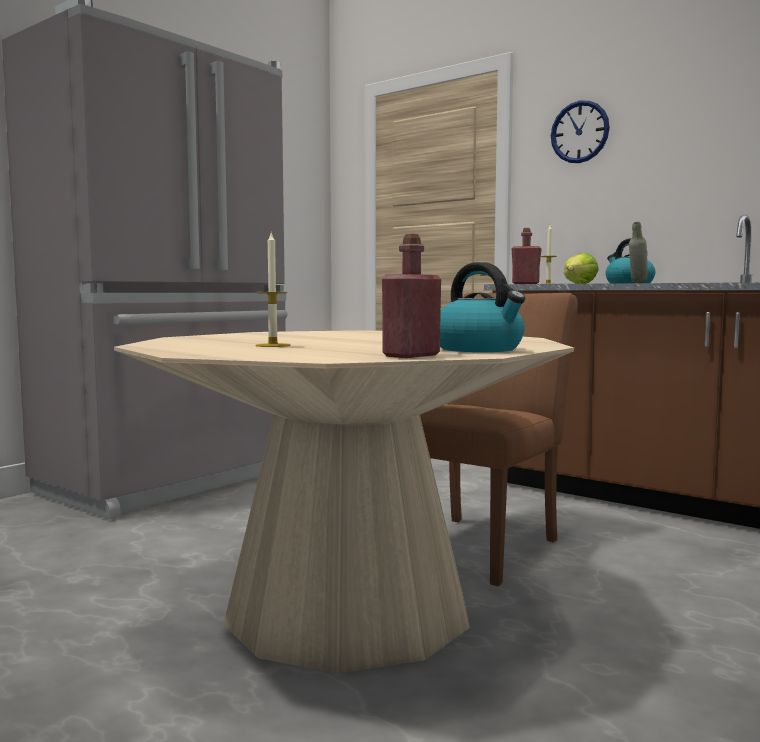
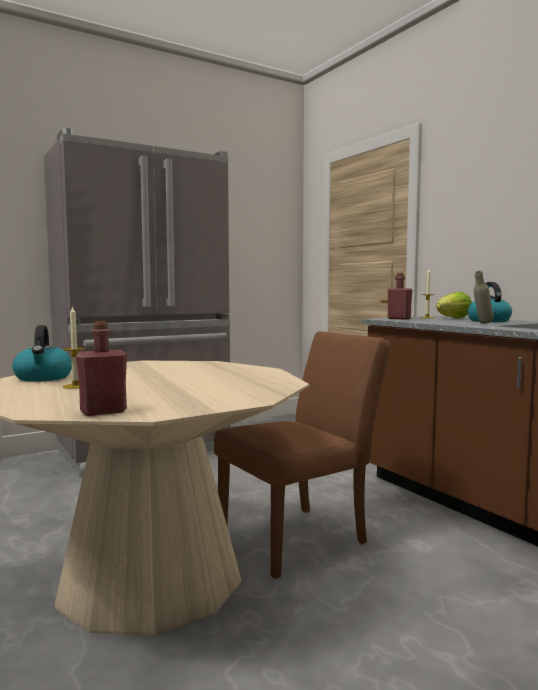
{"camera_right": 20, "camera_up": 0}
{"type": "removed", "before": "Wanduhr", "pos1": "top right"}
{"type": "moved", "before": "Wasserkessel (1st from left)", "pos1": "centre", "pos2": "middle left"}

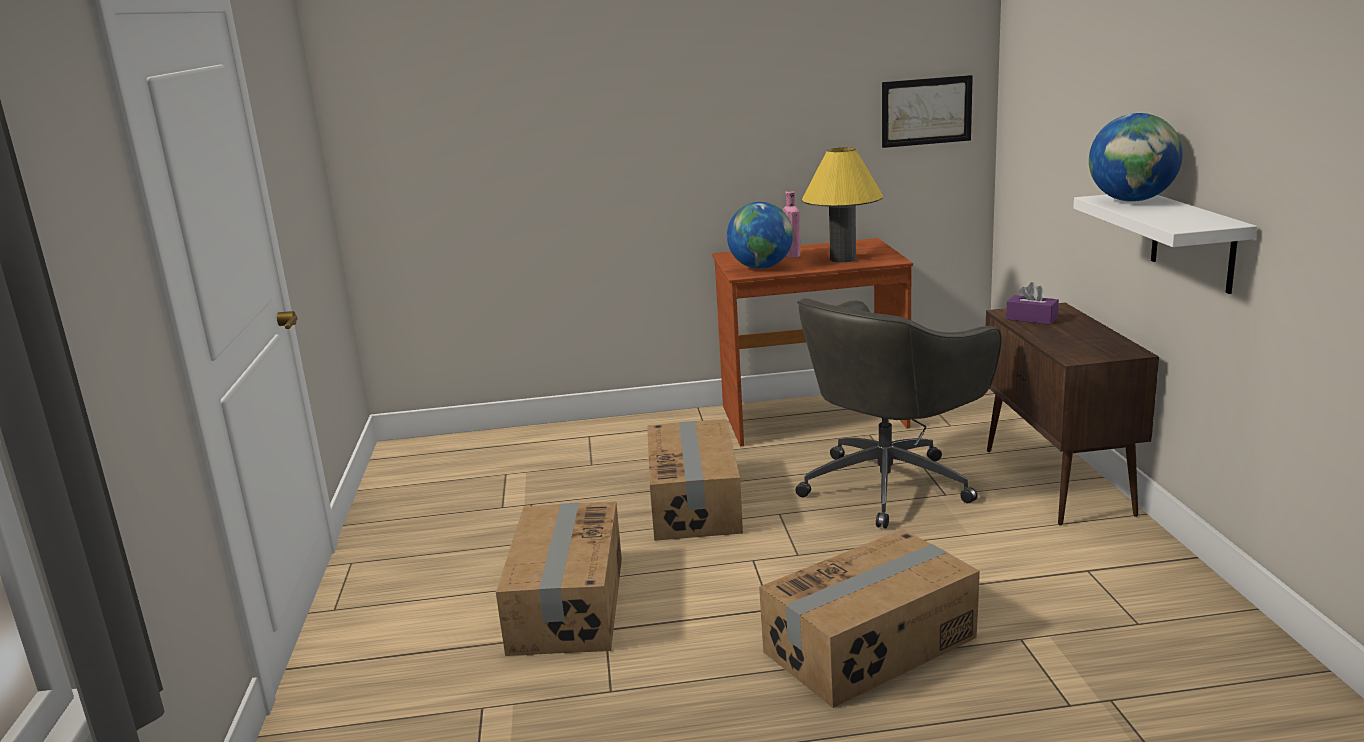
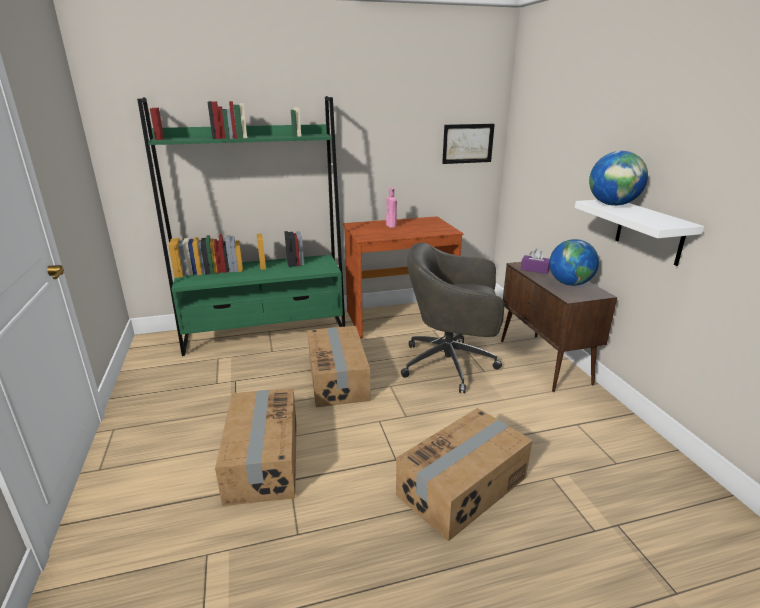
{"camera_right": -10, "camera_up": 5}
{"type": "removed", "before": "Tischlampe/gelb", "pos1": "top centre"}
{"type": "moved", "before": "Globus (1st from left)", "pos1": "top centre", "pos2": "middle right"}
{"type": "turned", "before": "Bürostuhl/grau", "pos1": "centre", "pos2": "centre", "turn": 60}
{"type": "added", "after": "Bücherregal/grün", "pos2": "middle left"}

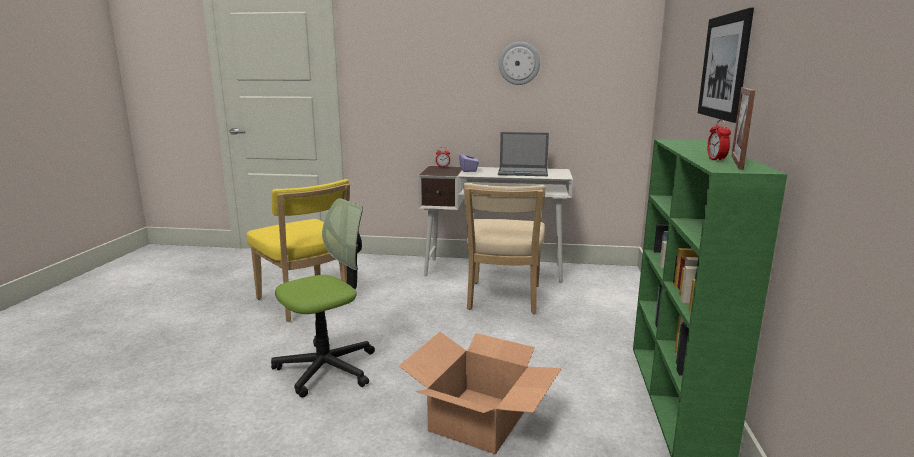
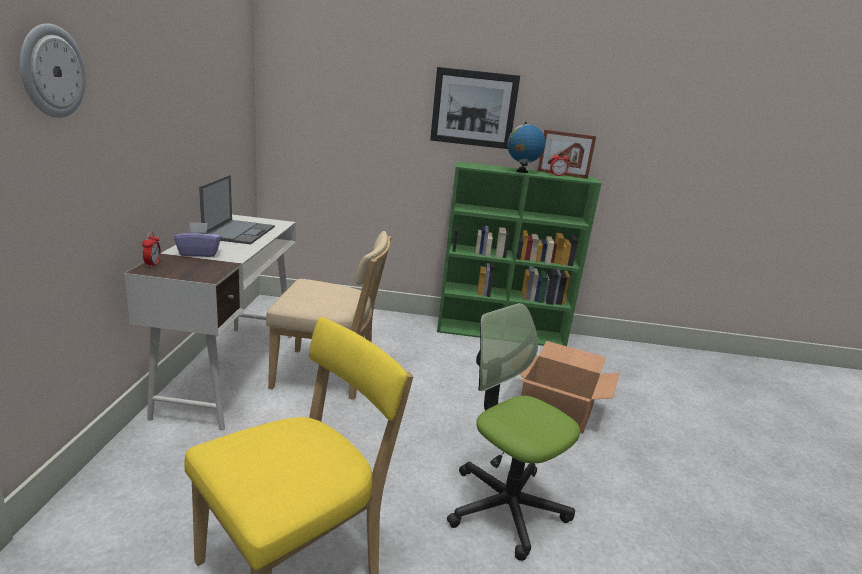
{"camera_right": -95, "camera_up": 5}
{"type": "moved", "before": "Wanduhr", "pos1": "top centre", "pos2": "top left"}
{"type": "added", "after": "Globus", "pos2": "top centre"}

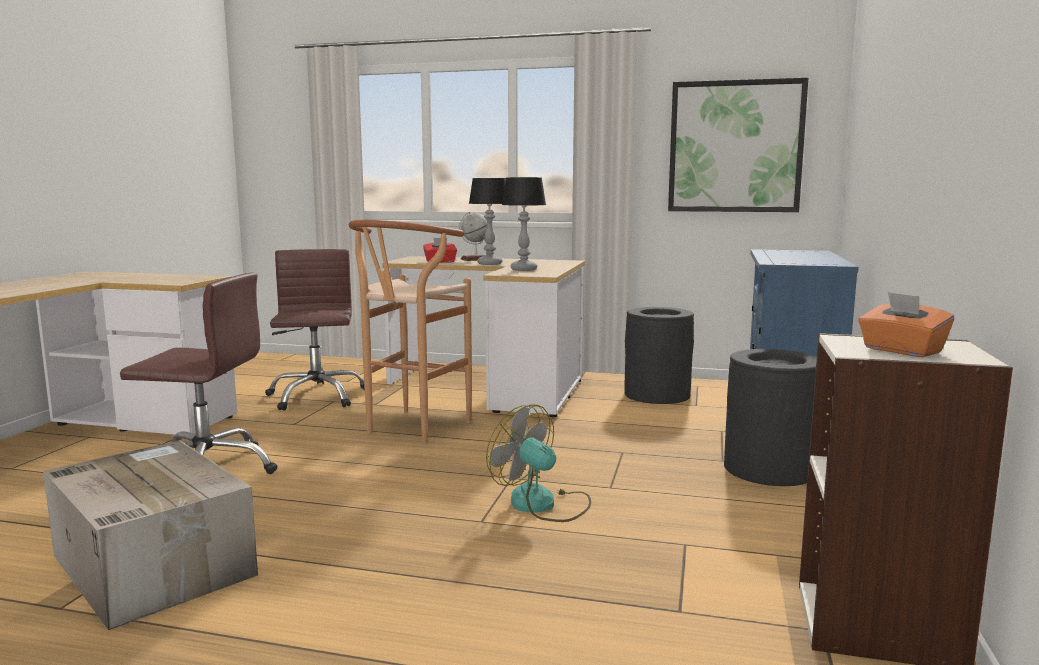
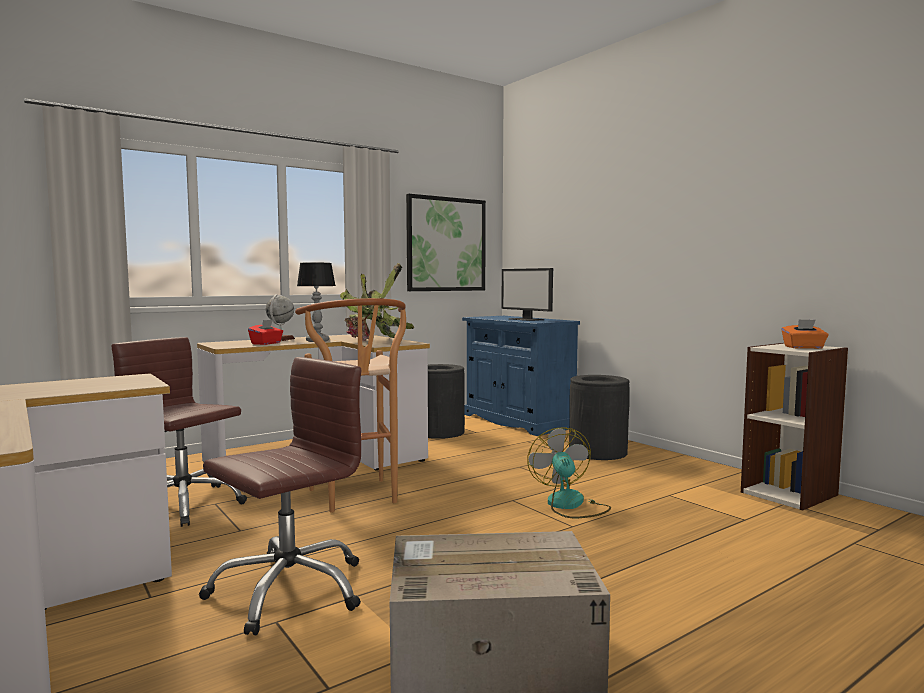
{"camera_right": -50, "camera_up": -5}
{"type": "replaced", "before": "Tischlampe (2nd from left)", "after": "Topfpflanze", "pos1": "centre", "pos2": "centre"}
{"type": "turned", "before": "Ventilator", "pos1": "bottom centre", "pos2": "bottom centre", "turn": 90}
{"type": "added", "after": "Monitor", "pos2": "centre"}

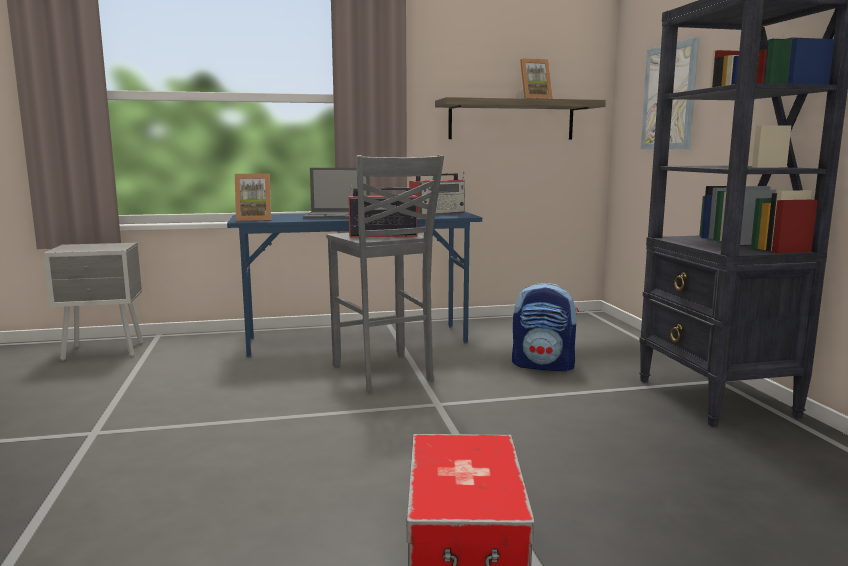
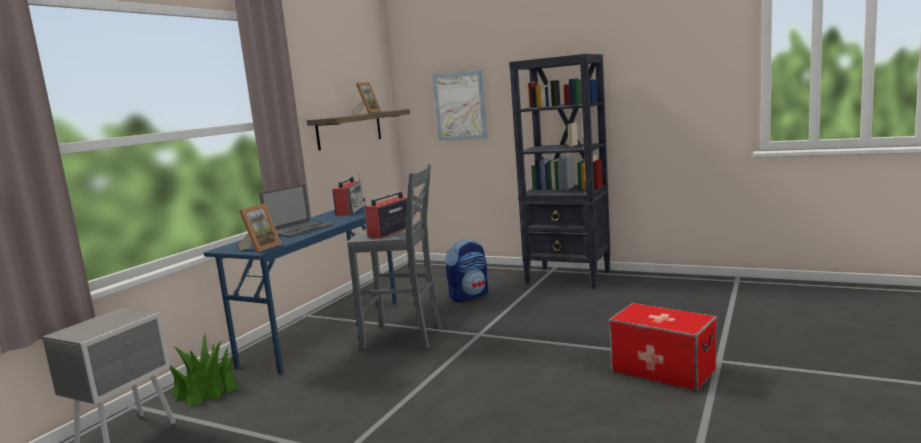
{"camera_right": -50, "camera_up": 0}
{"type": "added", "after": "Topfpflanze", "pos2": "bottom left"}

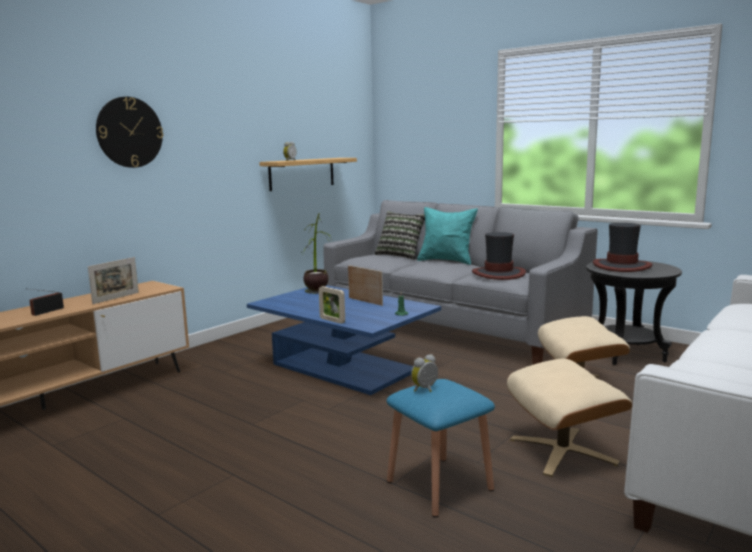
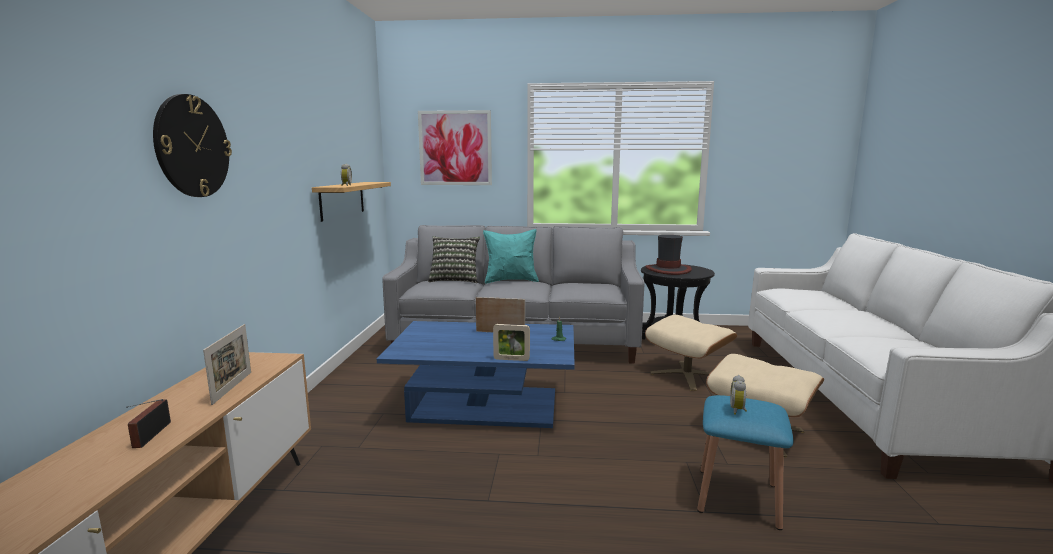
{"camera_right": -35, "camera_up": 0}
{"type": "removed", "before": "Topfpflanze", "pos1": "centre"}
{"type": "removed", "before": "Hut (1st from left)", "pos1": "centre"}
{"type": "added", "after": "Bild", "pos2": "top centre"}

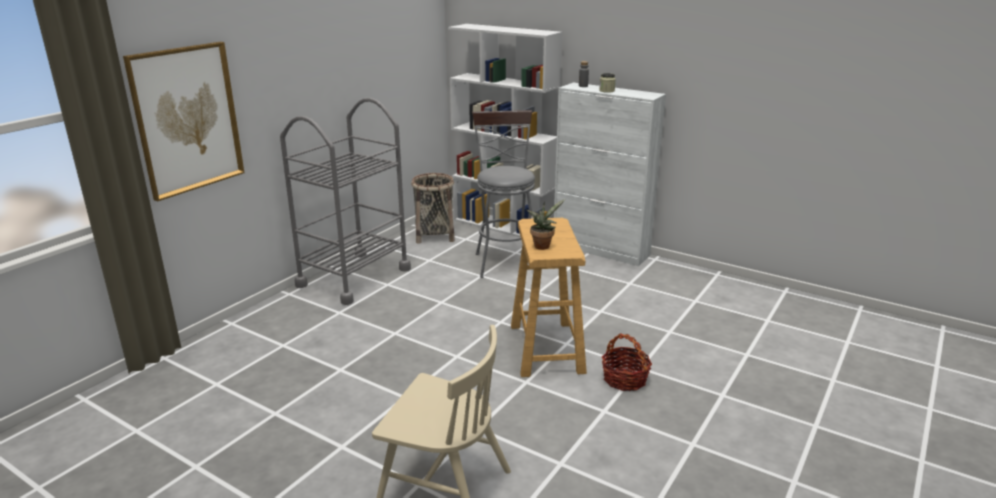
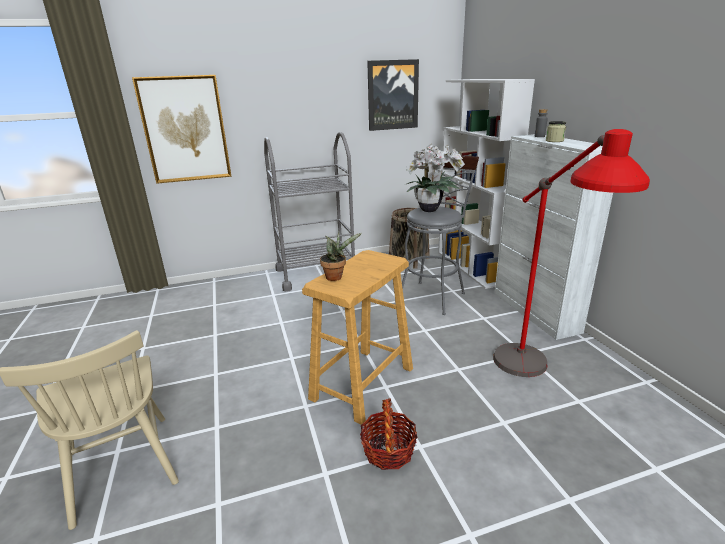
{"camera_right": 40, "camera_up": 0}
{"type": "added", "after": "Bild (2nd from left)", "pos2": "top centre"}
{"type": "added", "after": "Stehlampe/rot", "pos2": "middle right"}
{"type": "added", "after": "Topfpflanze (2nd from left)", "pos2": "top centre"}

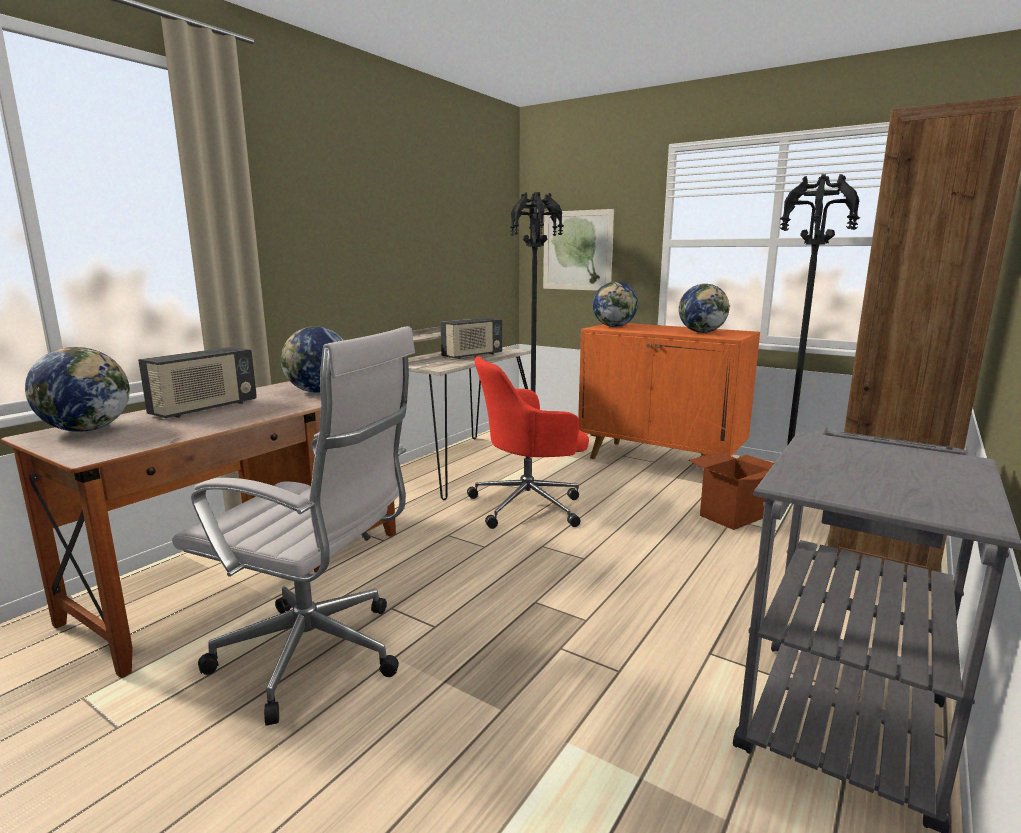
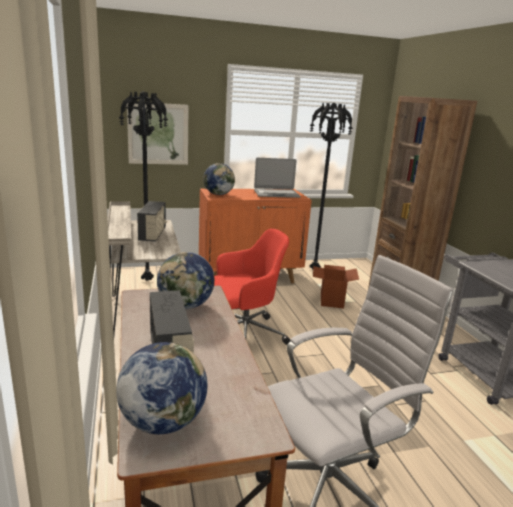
{"camera_right": -50, "camera_up": 5}
{"type": "replaced", "before": "Globus (4th from left)", "after": "Laptop", "pos1": "middle right", "pos2": "centre"}
{"type": "turned", "before": "Bürostuhl/rot", "pos1": "centre", "pos2": "centre", "turn": -135}

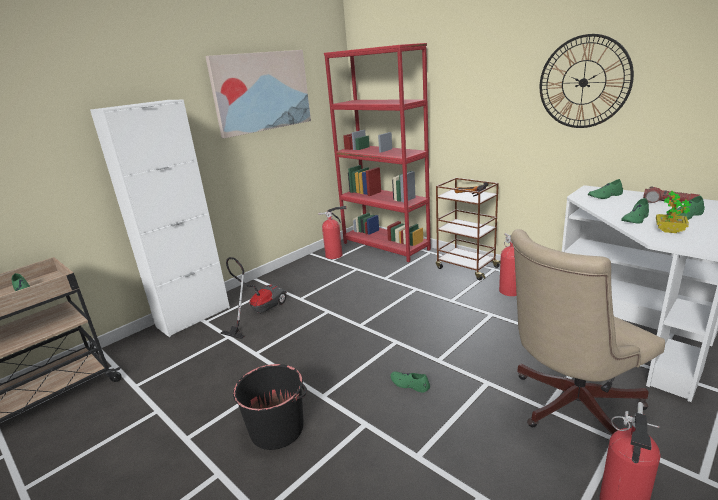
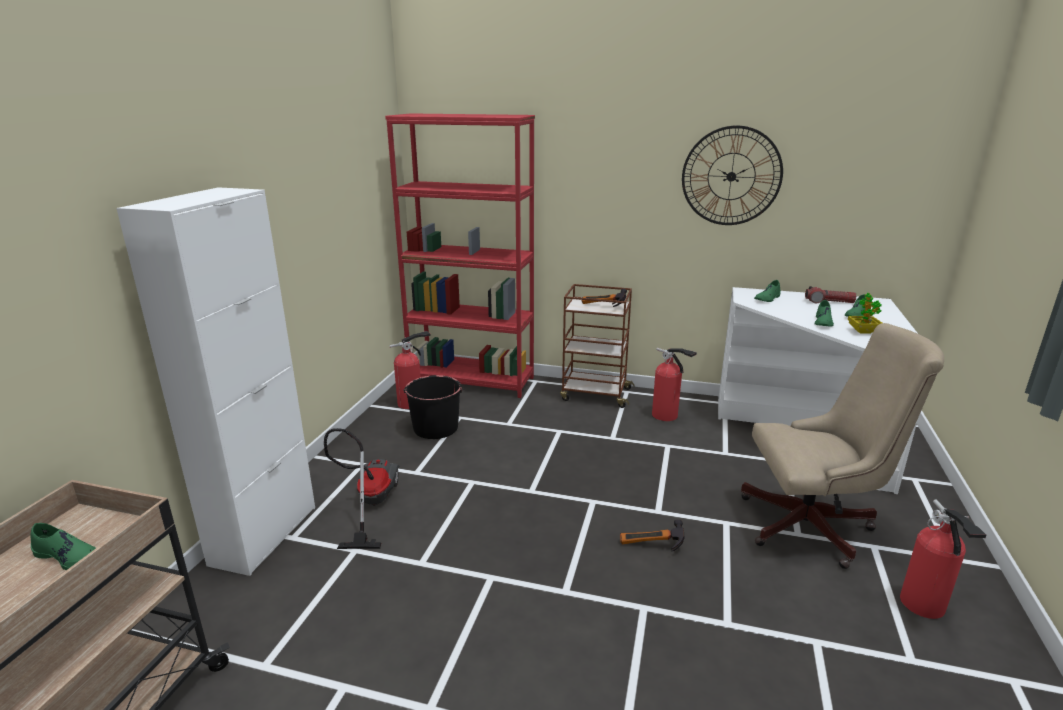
{"camera_right": -30, "camera_up": 0}
{"type": "removed", "before": "Bild", "pos1": "top centre"}
{"type": "turned", "before": "Bürostuhl/beige", "pos1": "middle right", "pos2": "middle right", "turn": -120}
{"type": "moved", "before": "Eimer/schwarz", "pos1": "bottom centre", "pos2": "centre"}
{"type": "replaced", "before": "Schuh/grün (2nd from left)", "after": "Hammer (2nd from left)", "pos1": "bottom centre", "pos2": "bottom centre"}

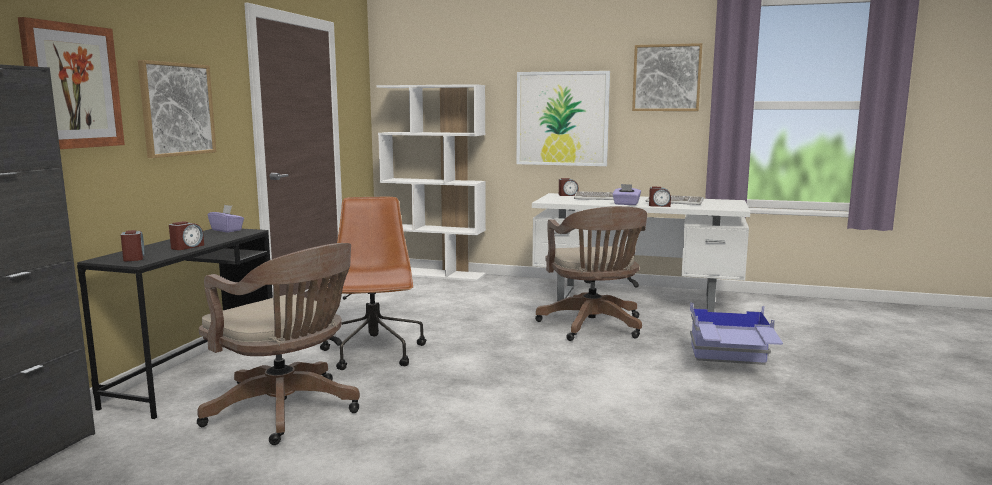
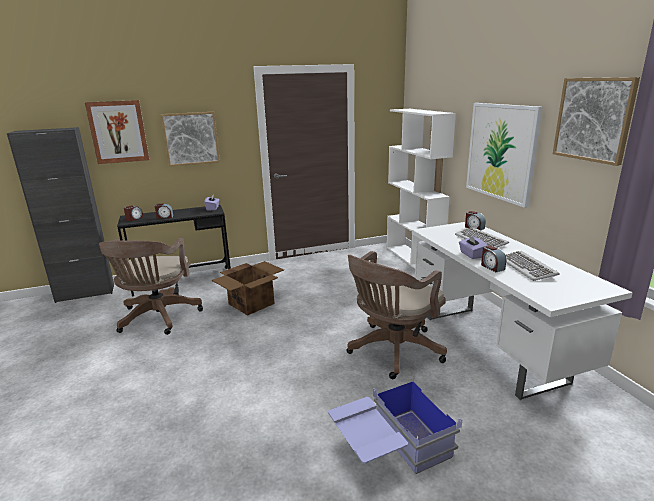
{"camera_right": 55, "camera_up": 10}
{"type": "replaced", "before": "Bürostuhl/braun (2nd from left)", "after": "Karton", "pos1": "centre", "pos2": "centre"}

